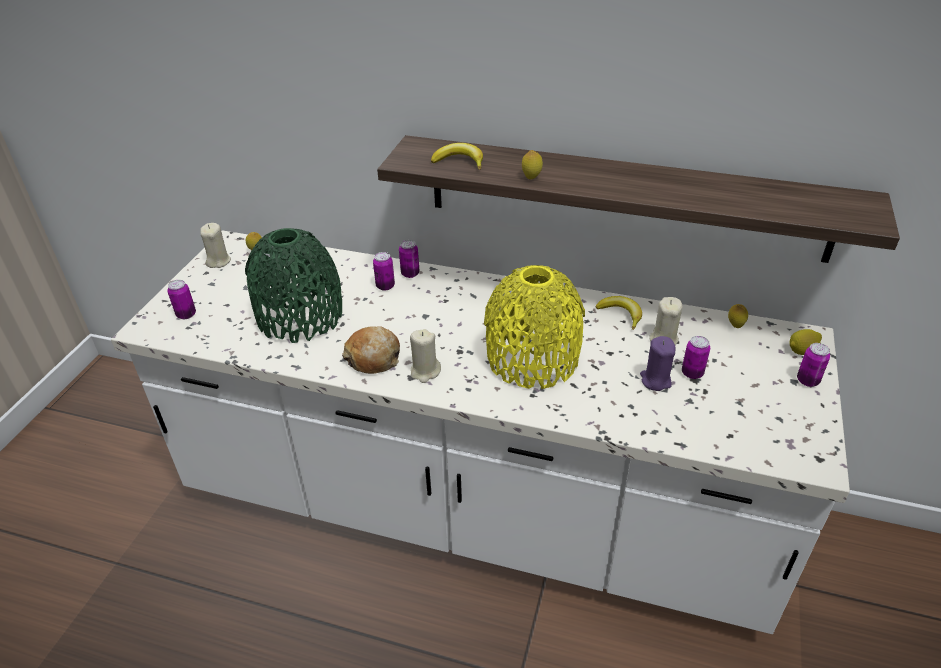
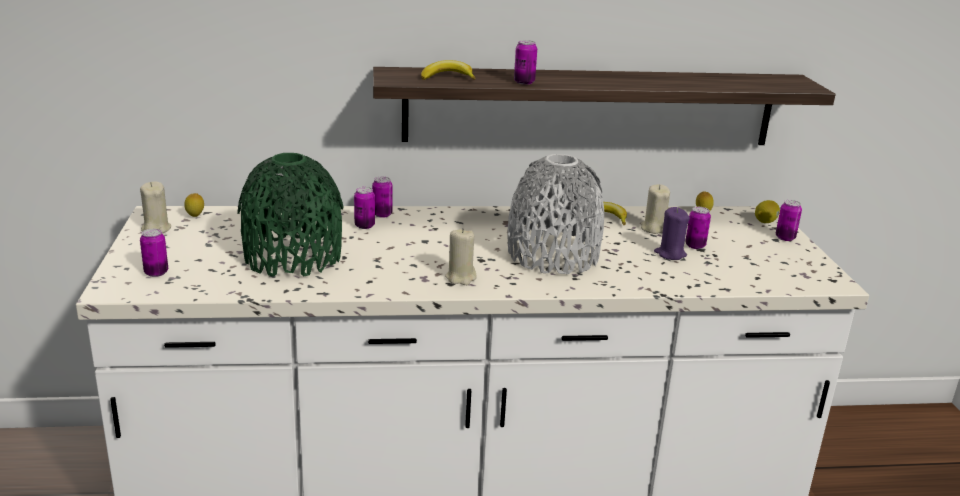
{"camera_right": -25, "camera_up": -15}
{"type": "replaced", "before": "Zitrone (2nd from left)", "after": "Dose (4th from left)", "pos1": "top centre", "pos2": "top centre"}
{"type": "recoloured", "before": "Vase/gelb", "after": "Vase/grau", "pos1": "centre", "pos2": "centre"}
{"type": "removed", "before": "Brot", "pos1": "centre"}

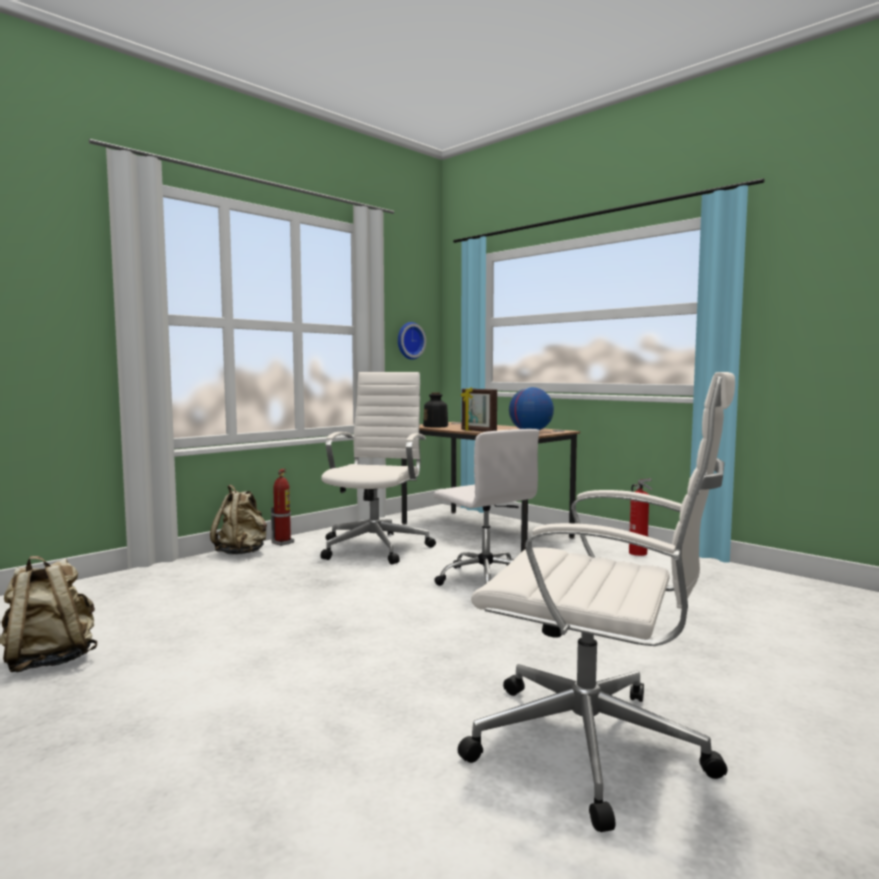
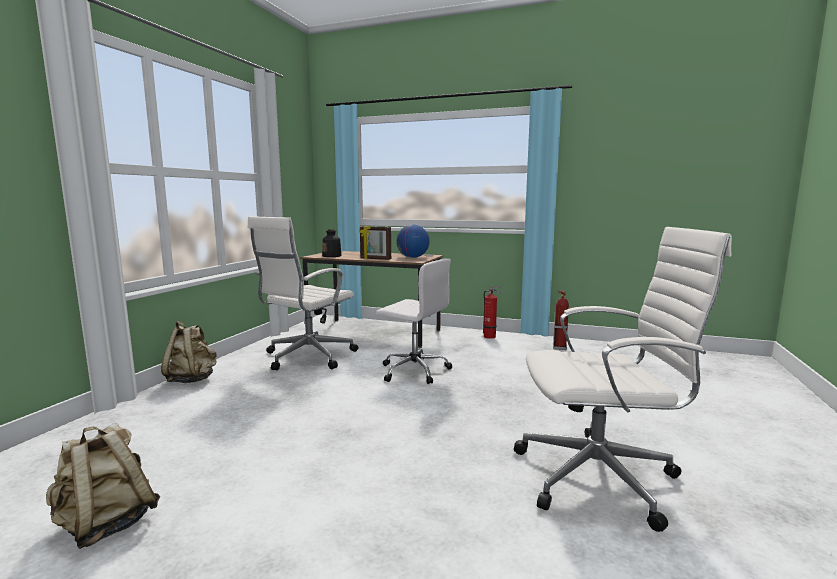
{"camera_right": -25, "camera_up": 5}
{"type": "removed", "before": "Wanduhr", "pos1": "centre"}
{"type": "turned", "before": "Bürostuhl/weiß (1st from left)", "pos1": "centre", "pos2": "centre", "turn": -135}
{"type": "moved", "before": "Feuerlöscher (1st from left in the first image)", "after": "Feuerlöscher (2nd from left)", "pos1": "middle left", "pos2": "middle right"}

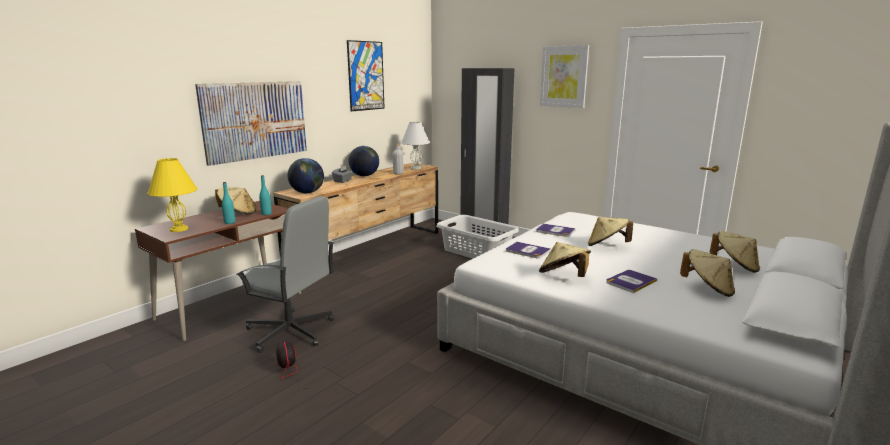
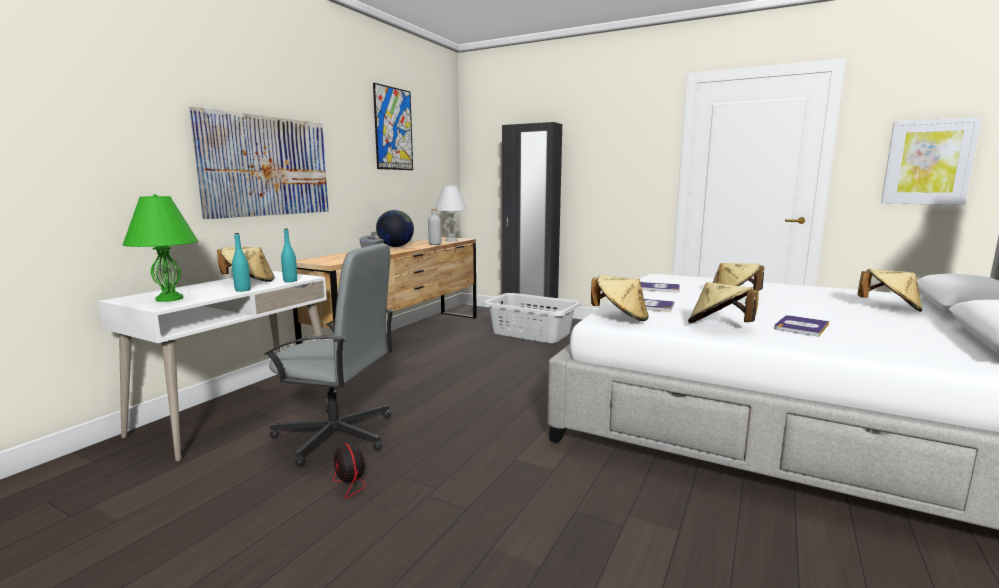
{"camera_right": -10, "camera_up": -5}
{"type": "moved", "before": "Bild (3rd from left)", "pos1": "top centre", "pos2": "top right"}
{"type": "recoloured", "before": "Tischlampe/gelb", "after": "Tischlampe/grün", "pos1": "middle left", "pos2": "middle left"}
{"type": "removed", "before": "Globus (1st from left)", "pos1": "centre"}
{"type": "recoloured", "before": "Schreibtisch/braun", "after": "Schreibtisch/weiß", "pos1": "middle left", "pos2": "middle left"}
{"type": "moved", "before": "Hut/beige (4th from left in the first image)", "after": "Hut/beige (2nd from left)", "pos1": "middle right", "pos2": "centre"}

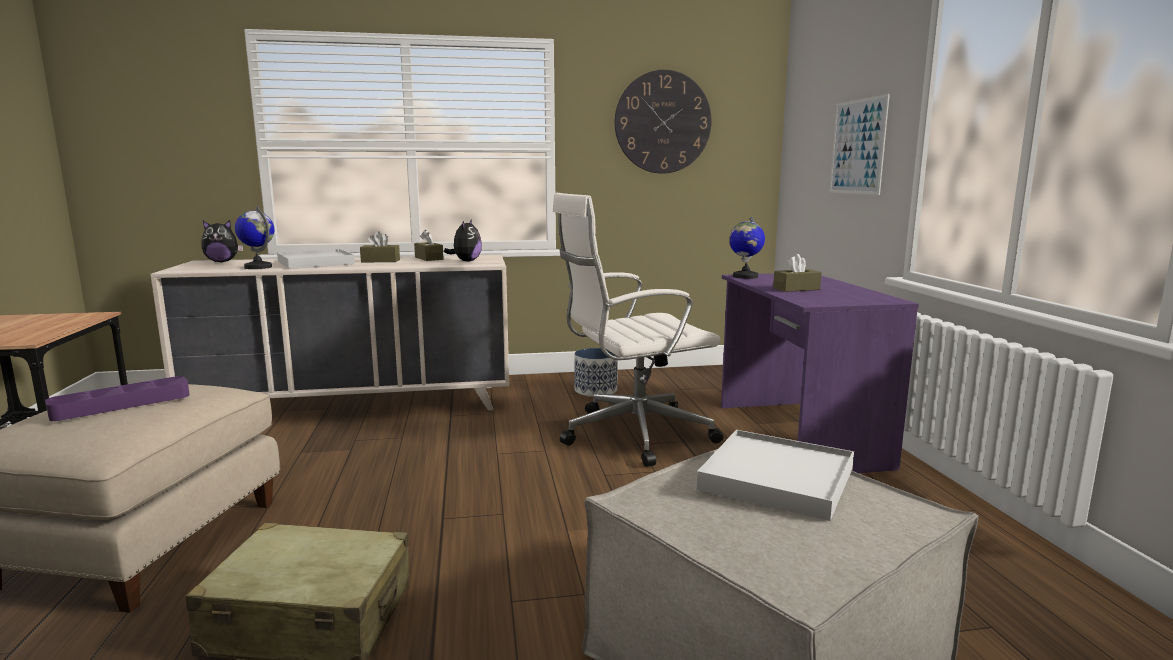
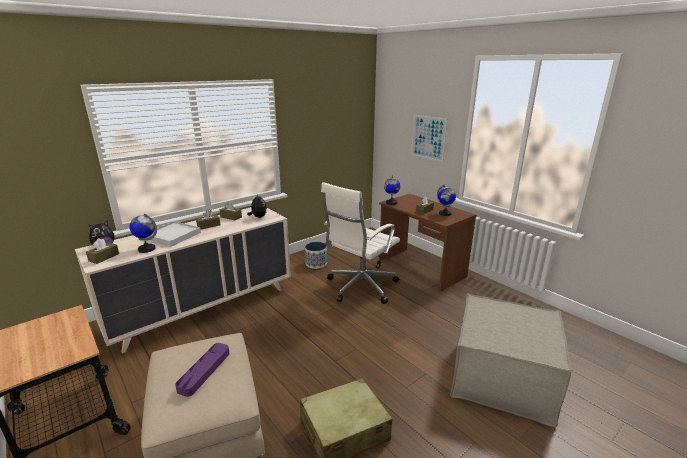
{"camera_right": -30, "camera_up": 10}
{"type": "removed", "before": "Wanduhr", "pos1": "top centre"}
{"type": "recoloured", "before": "Schreibtisch/lila", "after": "Schreibtisch/braun", "pos1": "middle right", "pos2": "centre"}
{"type": "removed", "before": "Tablett/weiß (2nd from left)", "pos1": "bottom centre"}
{"type": "added", "after": "Globus (3rd from left)", "pos2": "centre"}
{"type": "added", "after": "Taschentuchbox/braun (1st from left)", "pos2": "middle left"}

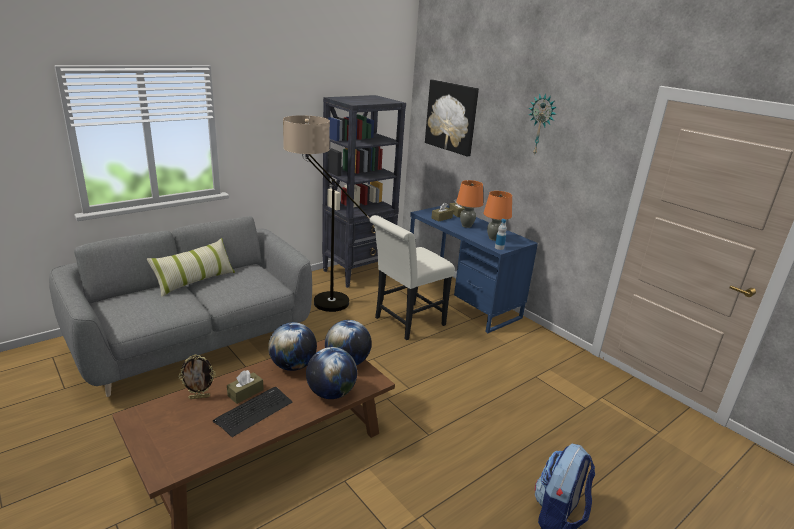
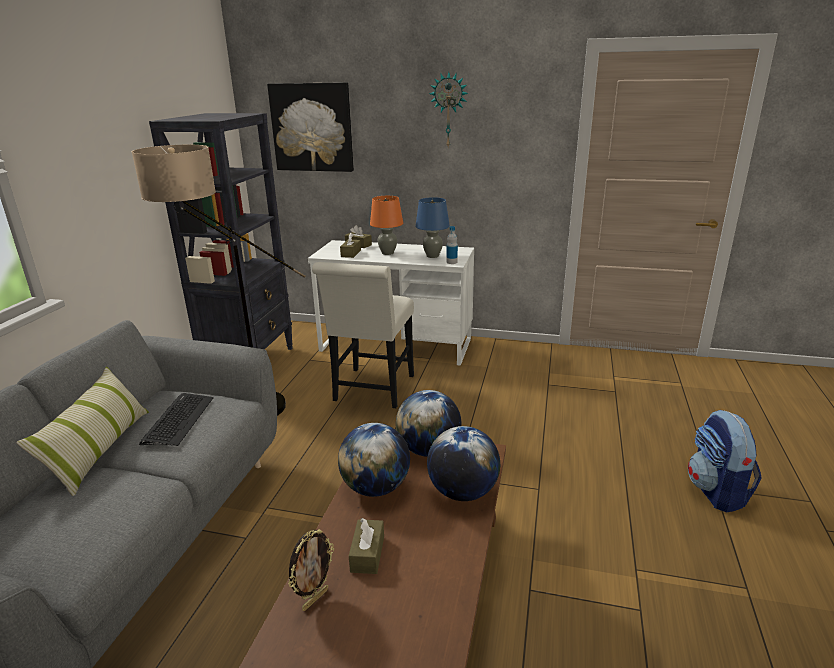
{"camera_right": -35, "camera_up": 0}
{"type": "recoloured", "before": "Tischlampe/orange (2nd from left)", "after": "Tischlampe/blau", "pos1": "centre", "pos2": "centre"}
{"type": "recoloured", "before": "Schreibtisch/blau", "after": "Schreibtisch/weiß", "pos1": "centre", "pos2": "centre"}
{"type": "moved", "before": "Tastatur", "pos1": "bottom left", "pos2": "middle left"}

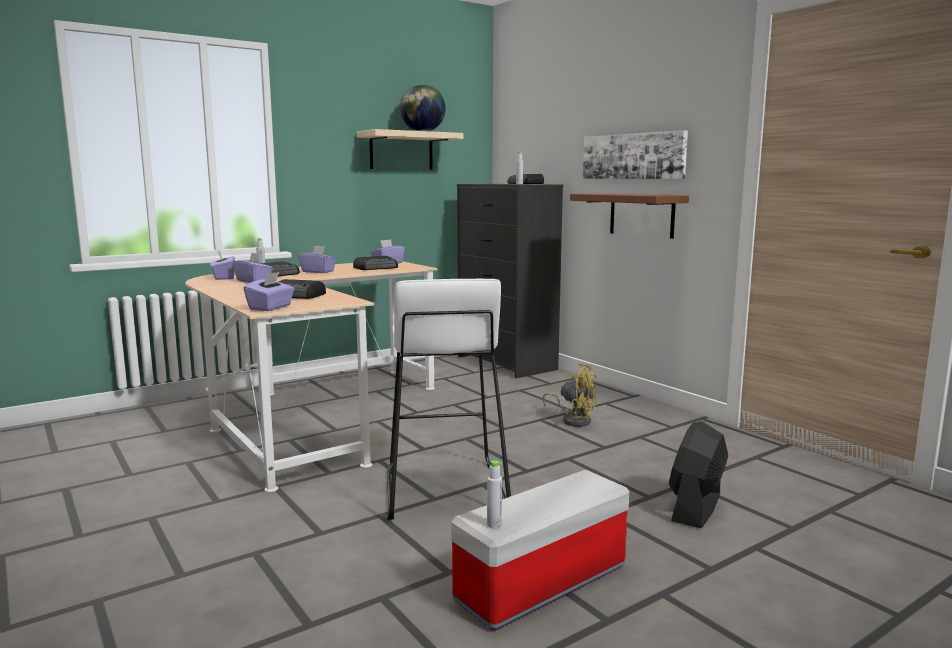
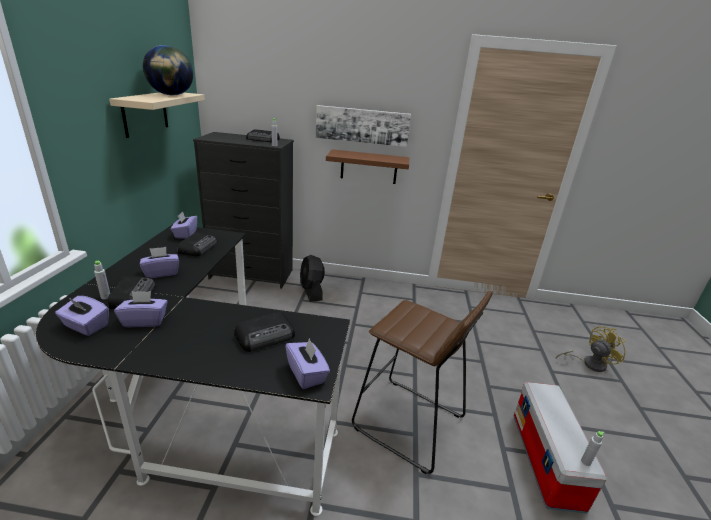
{"camera_right": -50, "camera_up": 15}
{"type": "recoloured", "before": "Schreibtisch/beige", "after": "Schreibtisch/schwarz", "pos1": "middle left", "pos2": "bottom left"}
{"type": "recoloured", "before": "Hocker/weiß", "after": "Hocker/braun", "pos1": "centre", "pos2": "bottom centre"}
{"type": "moved", "before": "Ventilator/gelb", "pos1": "centre", "pos2": "bottom right"}
{"type": "moved", "before": "Ventilator/schwarz", "pos1": "bottom right", "pos2": "centre"}

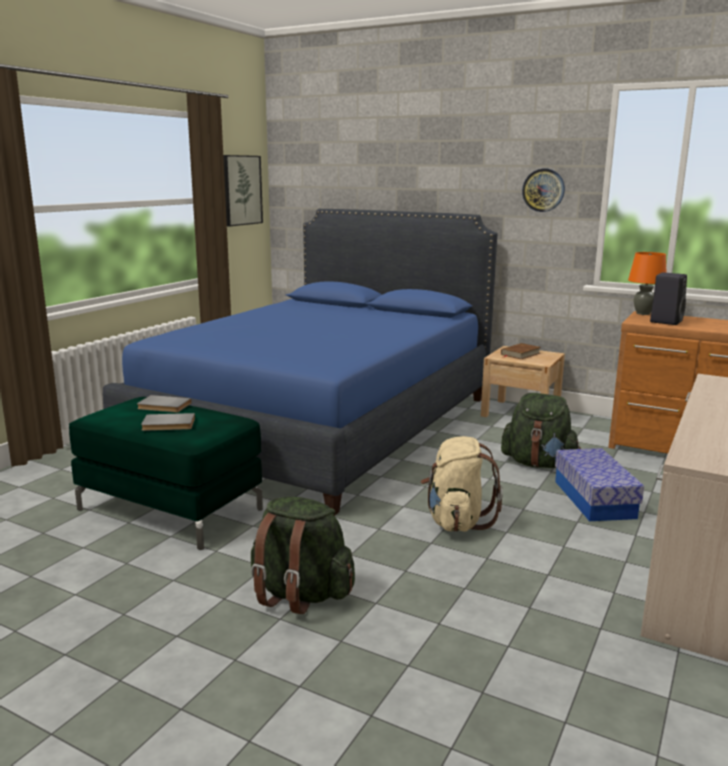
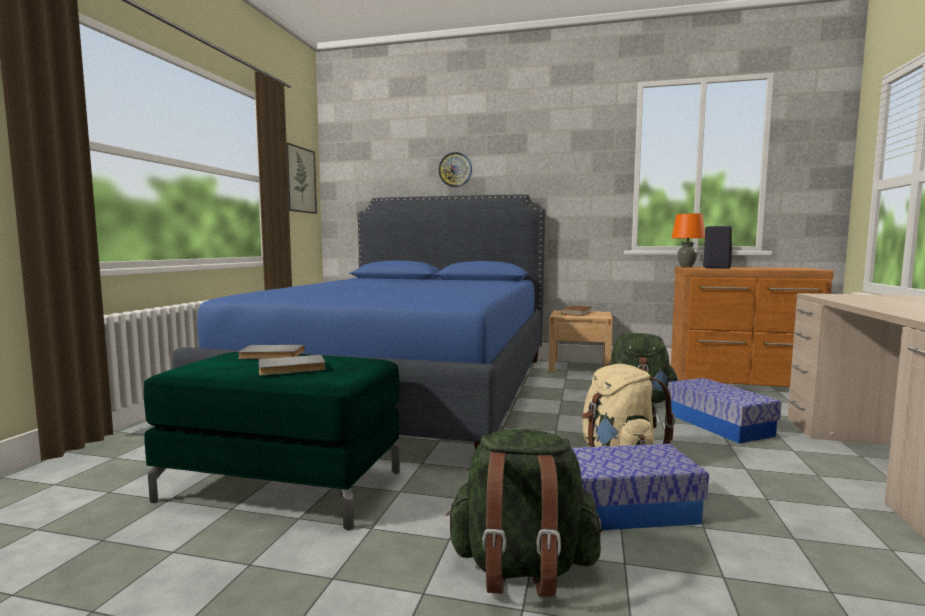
{"camera_right": -15, "camera_up": -10}
{"type": "moved", "before": "Wanduhr", "pos1": "top right", "pos2": "top centre"}
{"type": "added", "after": "Aufbewahrungsbox (1st from left)", "pos2": "bottom right"}

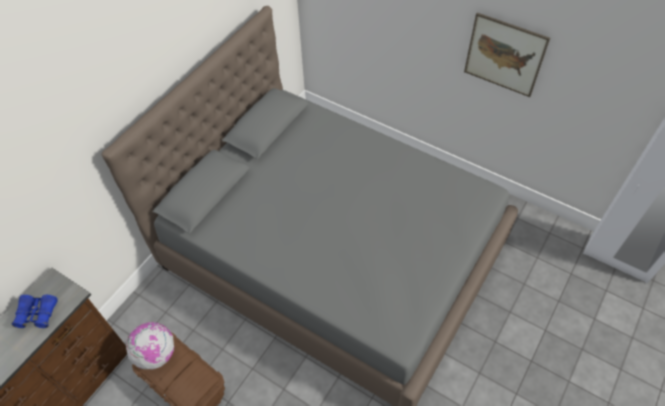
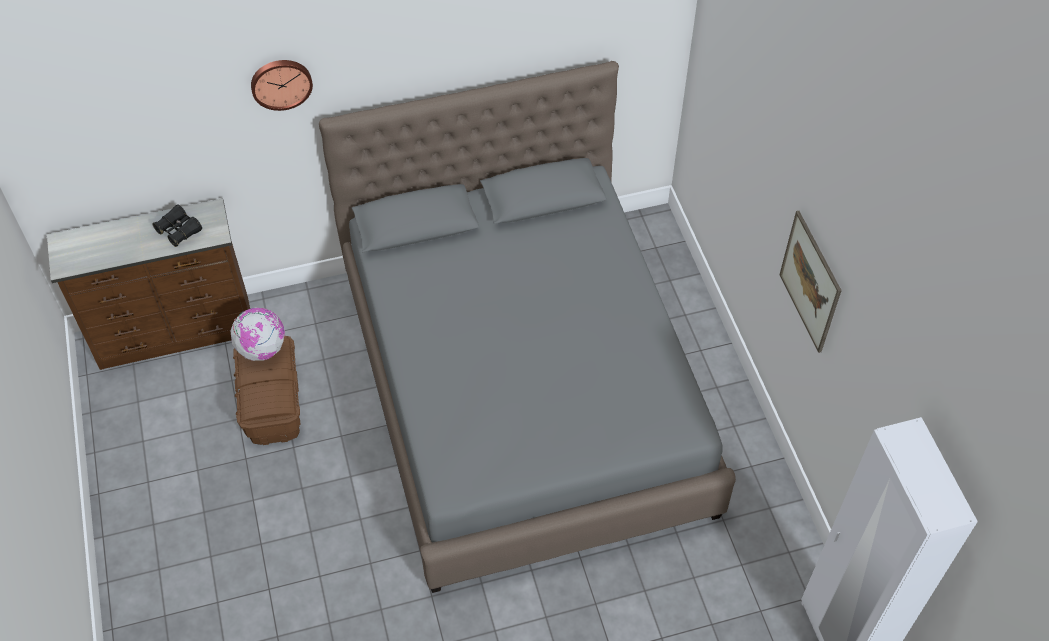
{"camera_right": 40, "camera_up": 0}
{"type": "recoloured", "before": "Fernglas/blau", "after": "Fernglas/schwarz", "pos1": "bottom left", "pos2": "middle left"}
{"type": "added", "after": "Wanduhr", "pos2": "top left"}

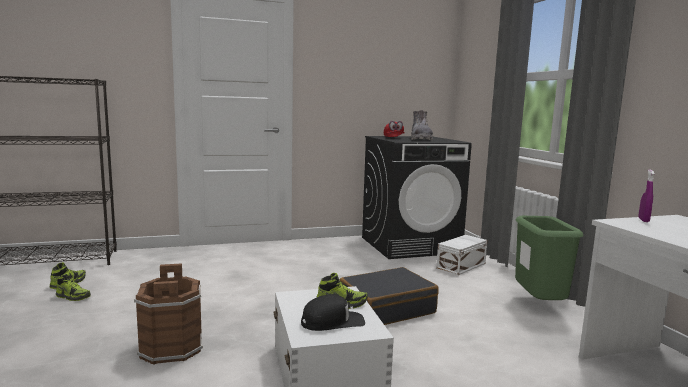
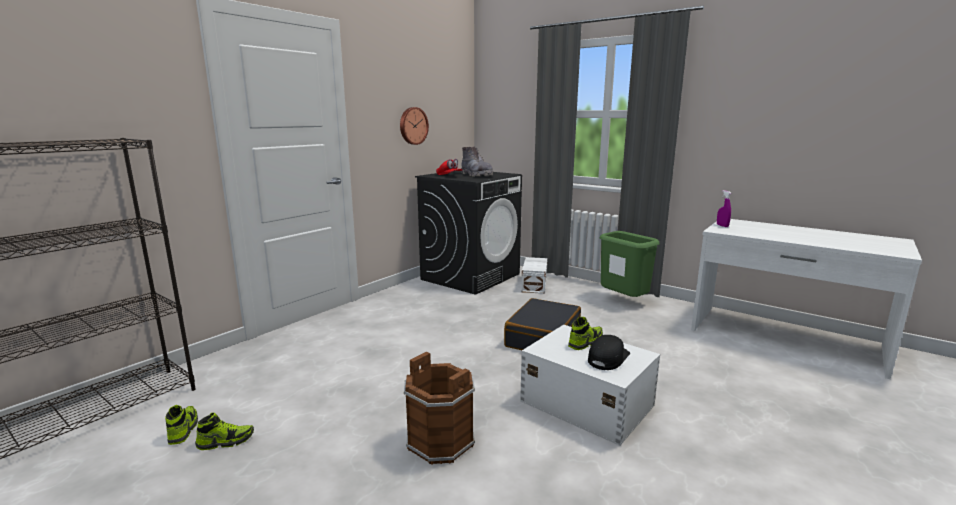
{"camera_right": -35, "camera_up": 5}
{"type": "added", "after": "Wanduhr", "pos2": "top centre"}

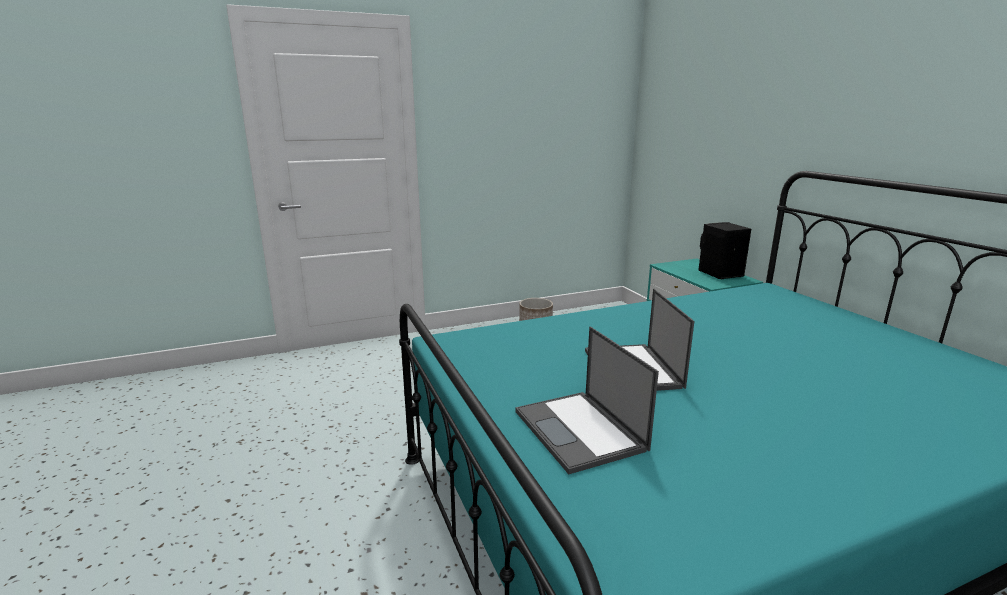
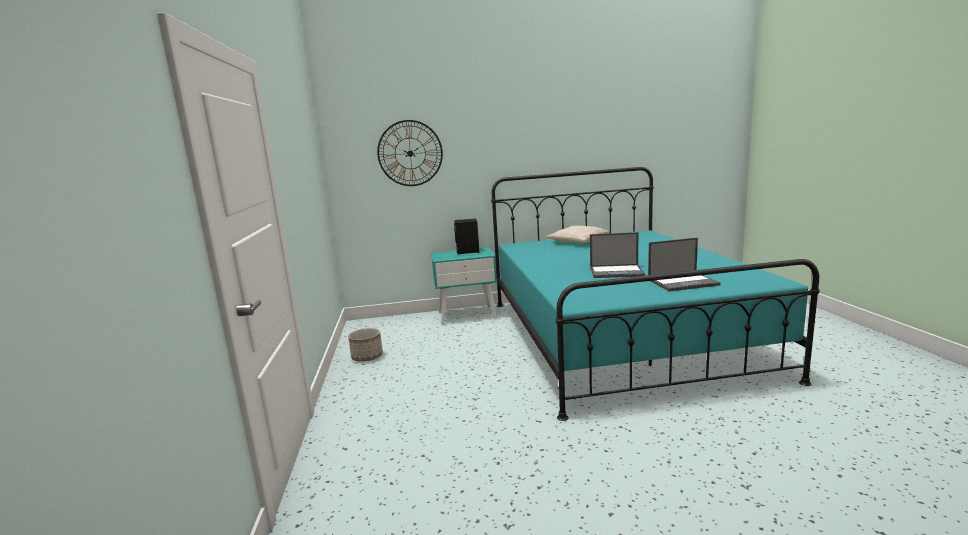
{"camera_right": -75, "camera_up": -5}
{"type": "added", "after": "Wanduhr", "pos2": "top centre"}
{"type": "added", "after": "Kissen/beige", "pos2": "centre"}

